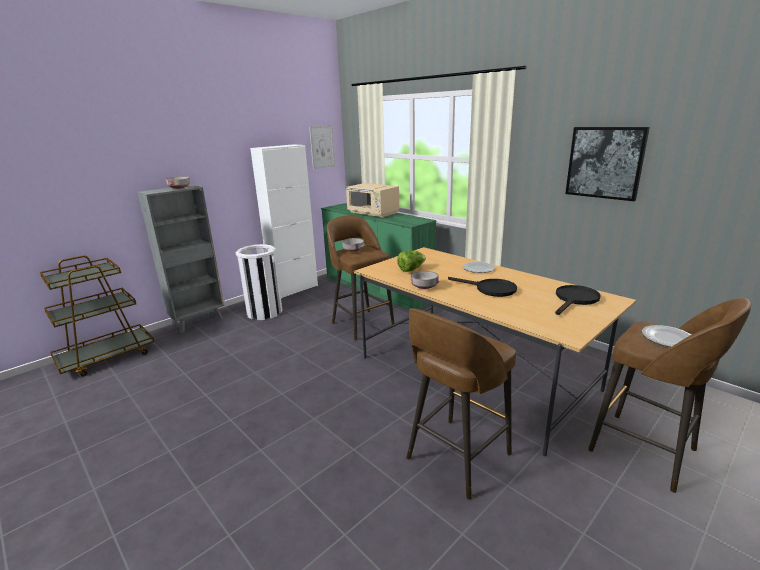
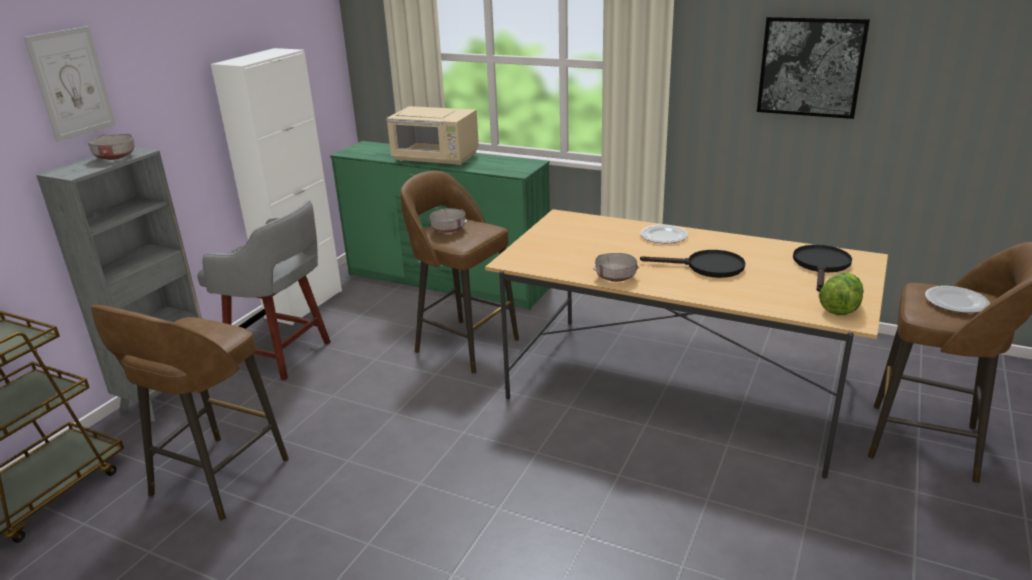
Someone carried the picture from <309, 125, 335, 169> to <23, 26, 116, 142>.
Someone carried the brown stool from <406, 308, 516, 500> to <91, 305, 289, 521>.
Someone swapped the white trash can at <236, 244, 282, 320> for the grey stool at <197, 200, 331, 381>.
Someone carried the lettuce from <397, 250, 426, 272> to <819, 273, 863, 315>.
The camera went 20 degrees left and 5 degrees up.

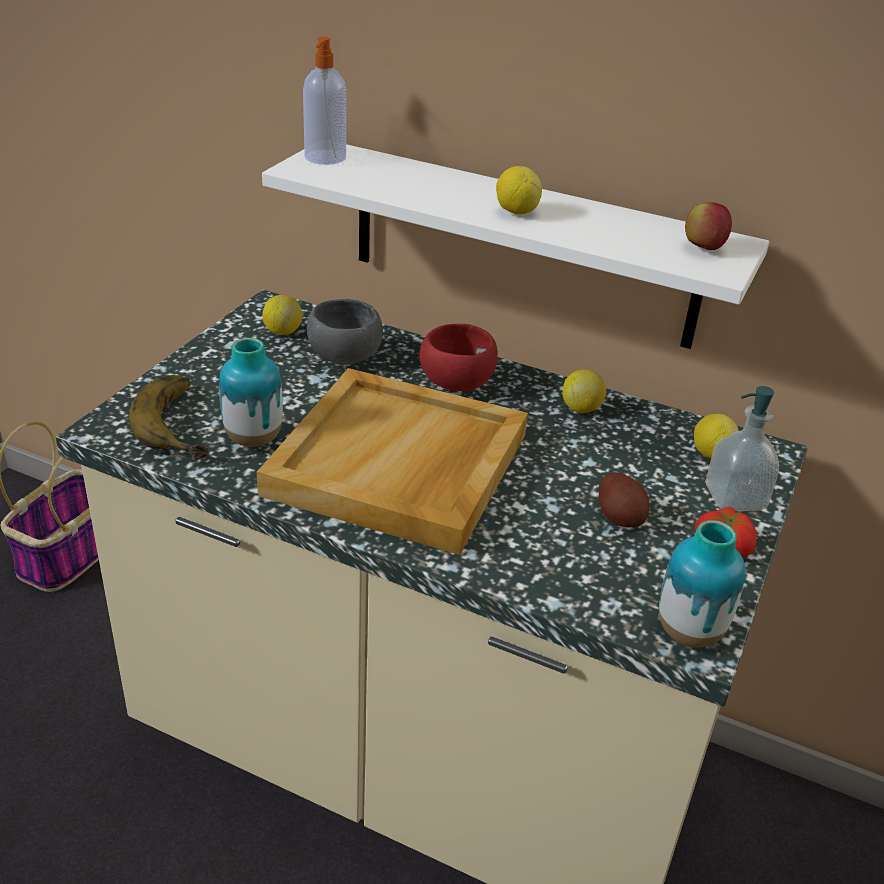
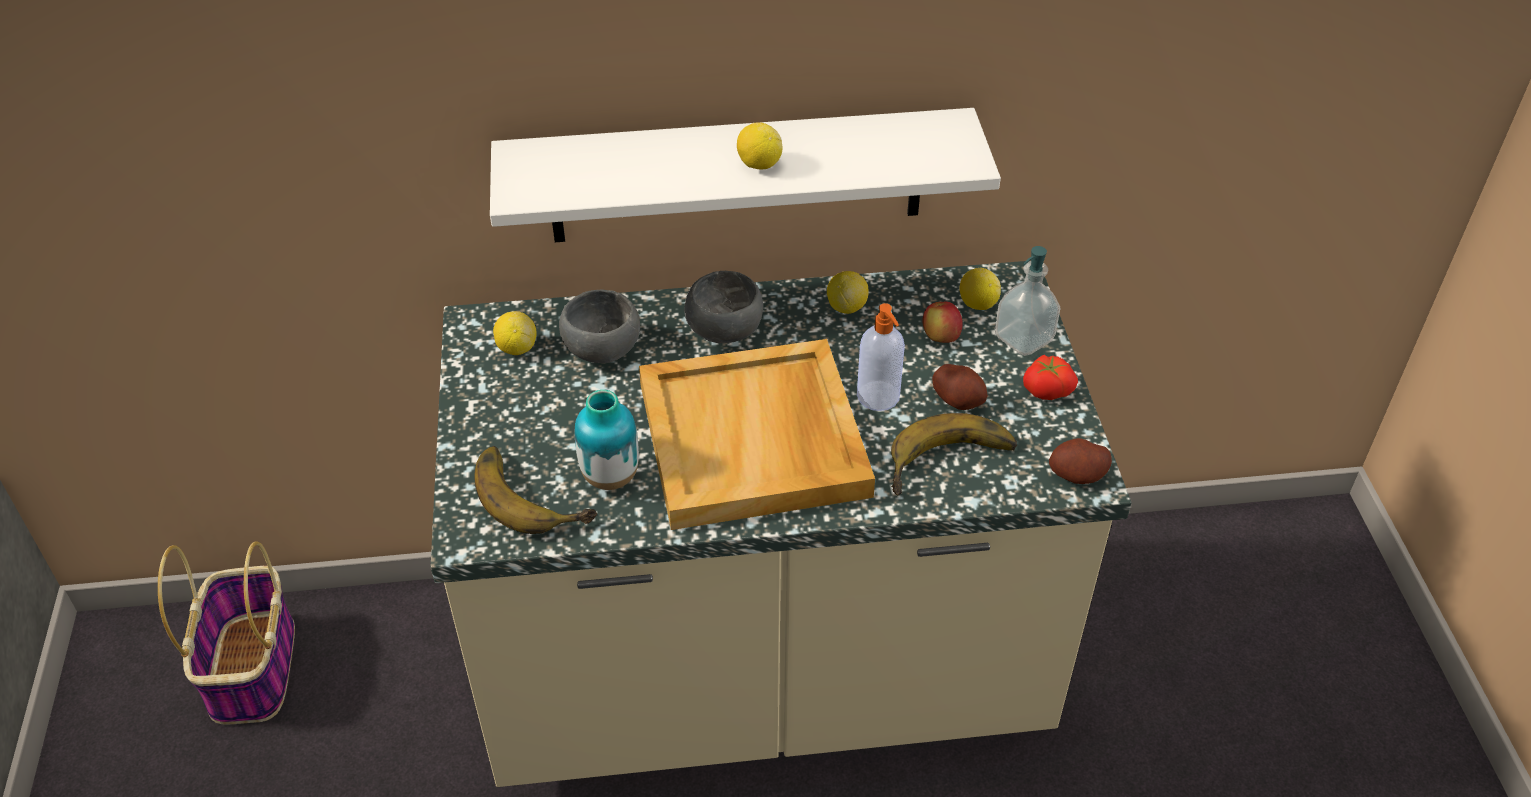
Someone repainted the red bowl at <419, 324, 498, 391>, which became the grey bowl at <684, 271, 763, 343>.
Someone carried the soap dispenser from <303, 37, 346, 165> to <857, 303, 905, 411>.
Someone put down the banana at <891, 413, 1017, 495>.
Someone carried the apple from <685, 202, 732, 250> to <923, 302, 963, 343>.
Someone swapped the vase at <659, 520, 745, 647> for the potato at <1049, 438, 1112, 484>.
The camera went 30 degrees left and 10 degrees up.

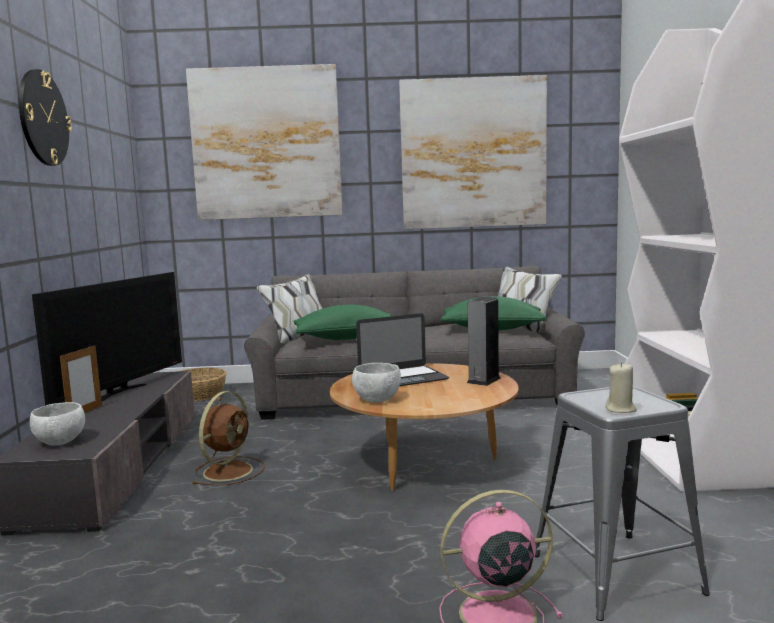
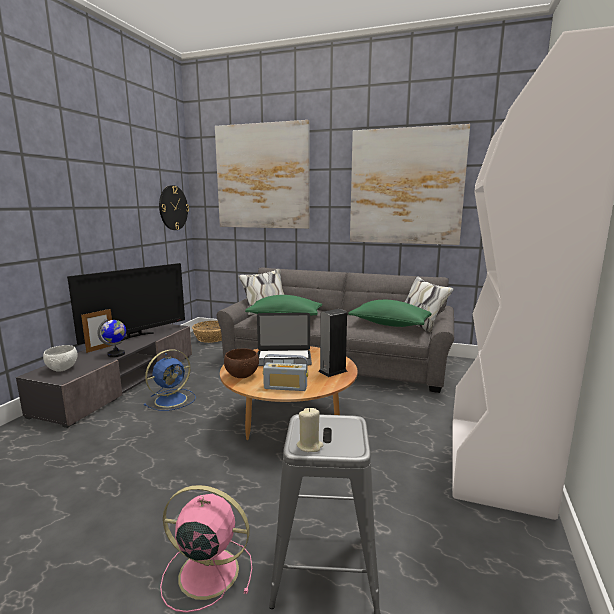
Someone put down the globe at <98, 318, 126, 357>.
Someone repainted the brown fan at <193, 391, 265, 485>, which became the blue fan at <144, 349, 196, 411>.
Someone carried the wall clock from <19, 69, 72, 166> to <159, 185, 189, 230>.
Someone repainted the white bowl at <352, 363, 401, 403>, which became the brown bowl at <224, 348, 259, 378>.
Someone put down the radio at <263, 354, 308, 391>.
The camera went 20 degrees right and 5 degrees up.

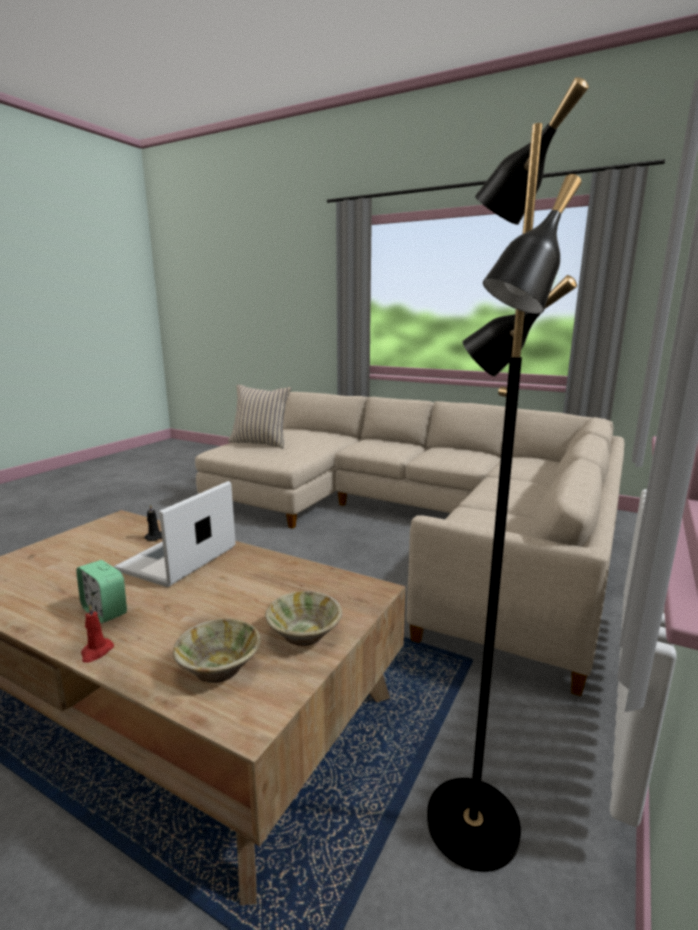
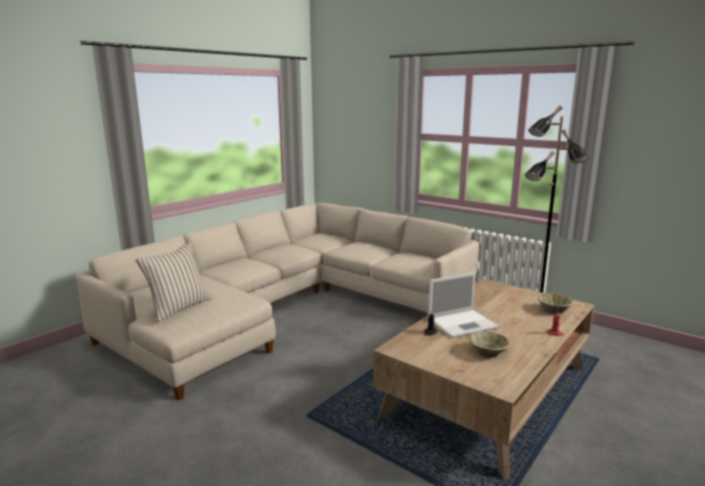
Someone rotated the laptop at <114, 481, 236, 587> by 60 degrees counterclockwise.
Someone carried the beige bowl from <265, 591, 342, 646> to <469, 331, 510, 358>.
Someone took away the alarm clock at <76, 560, 127, 623>.
The camera went 80 degrees left and 0 degrees up.

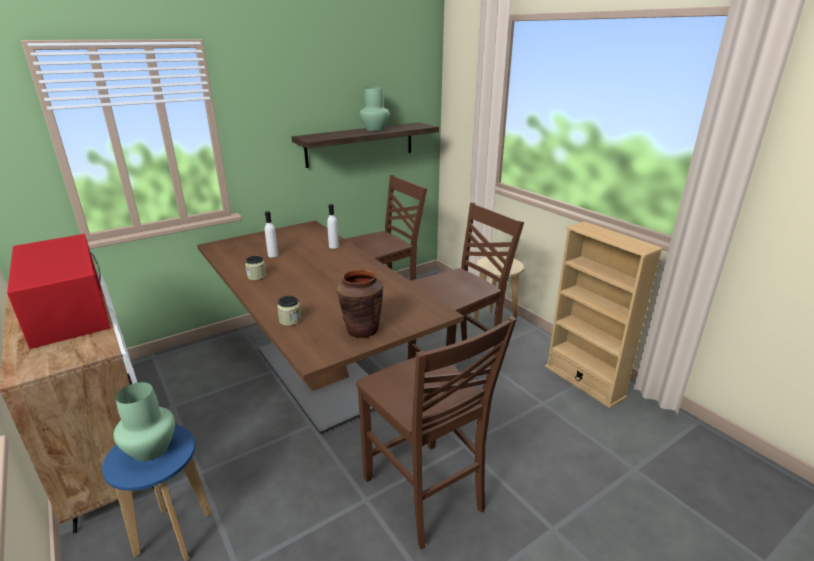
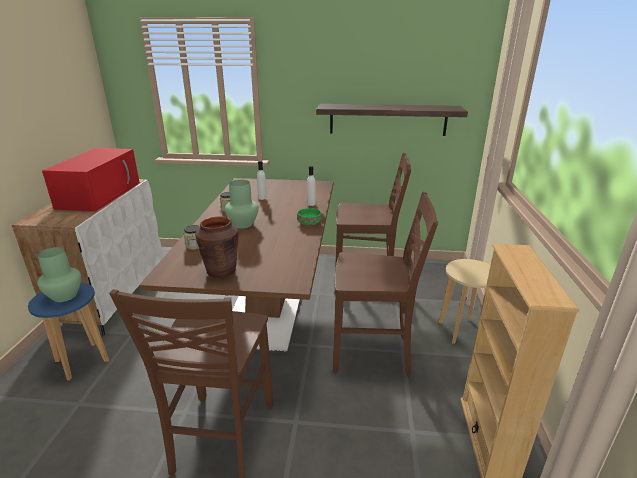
Someone carried the green vase from <360, 87, 389, 131> to <225, 180, 259, 228>.
Someone put down the green bowl at <297, 208, 322, 225>.
The camera went 40 degrees right and 0 degrees up.

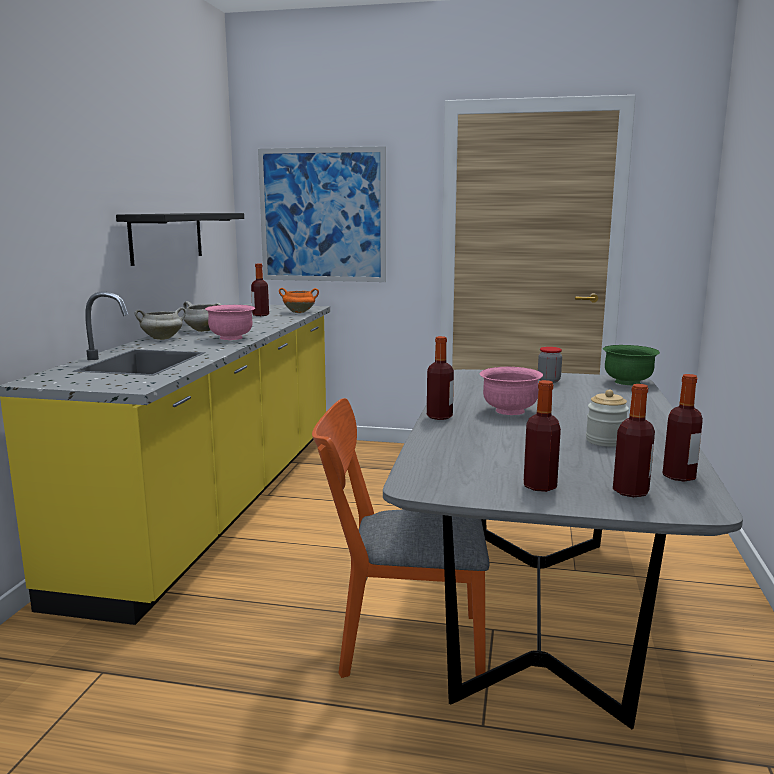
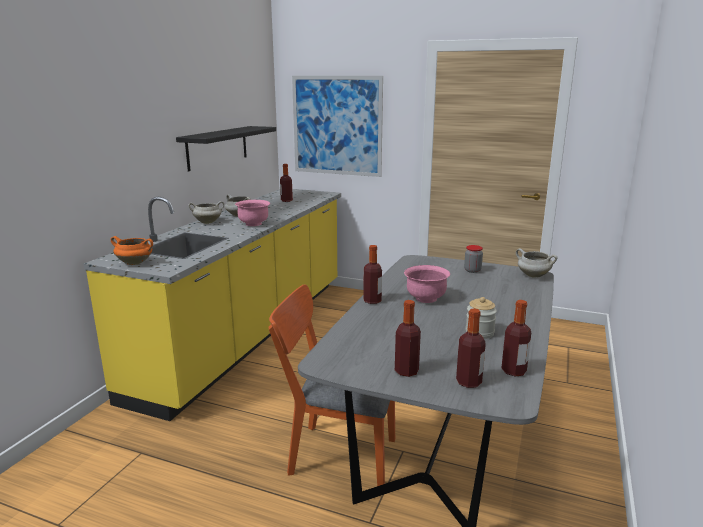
Someone carried the orange cooking pot from <279, 288, 319, 313> to <110, 236, 153, 265>.
Someone swapped the green bowl at <603, 345, 660, 385> for the white cooking pot at <516, 248, 558, 277>.
The camera went 10 degrees right and 5 degrees up.

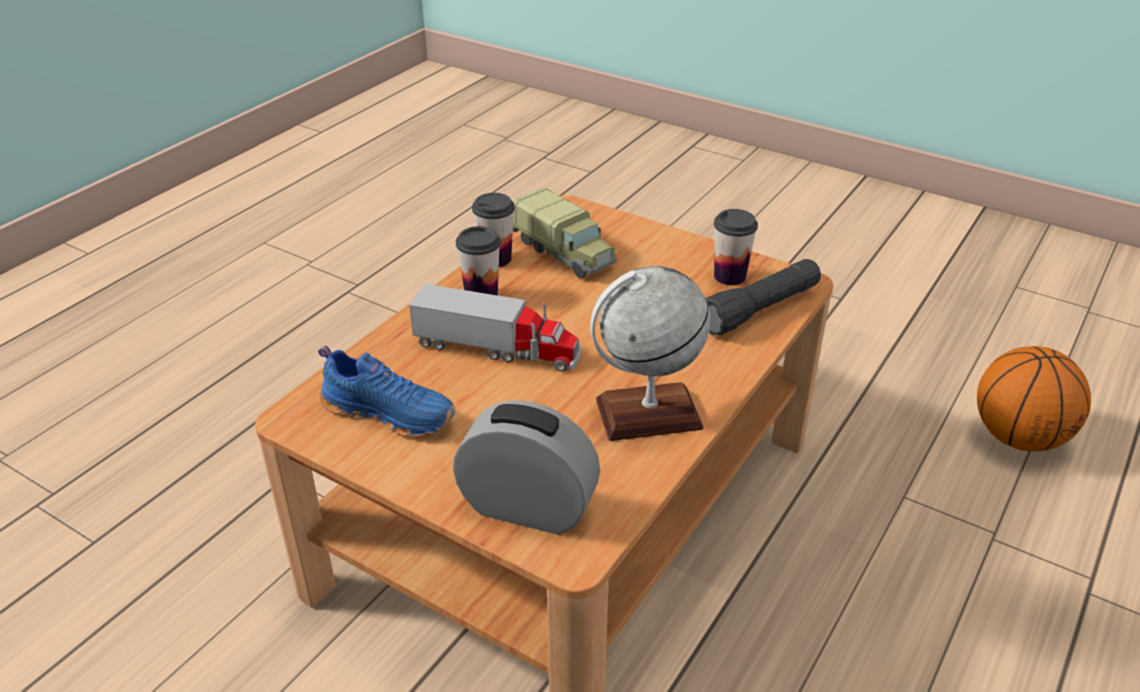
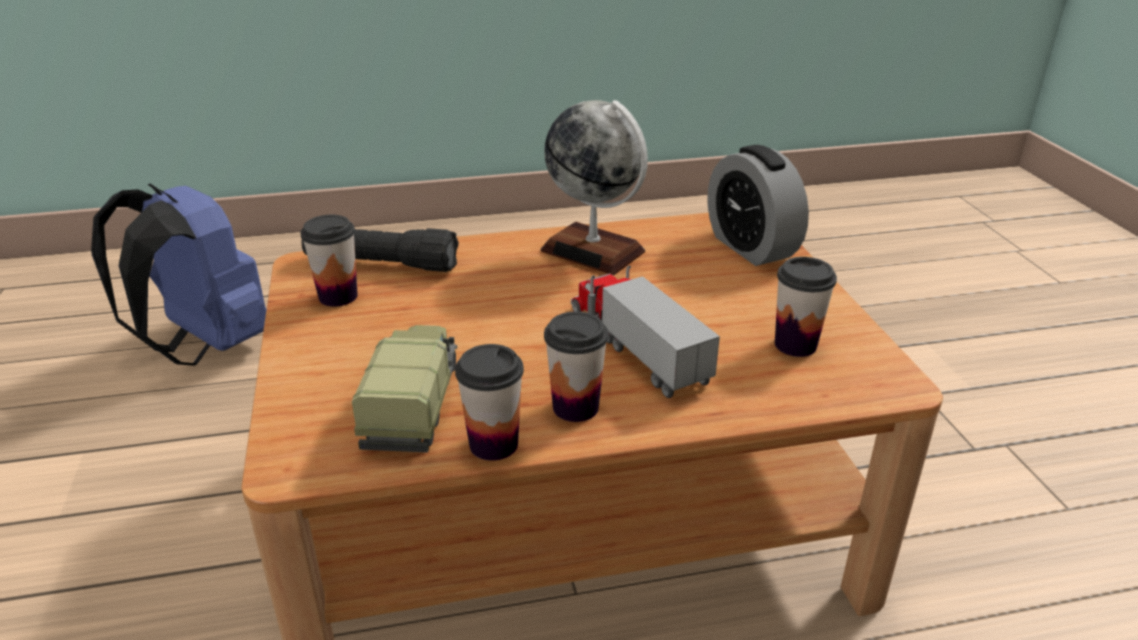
Someone swapped the basketball at <977, 346, 1091, 452> for the blue backpack at <91, 184, 267, 366>.
Someone swapped the blue shoe at <318, 345, 455, 437> for the cup at <775, 257, 837, 357>.
The camera went 135 degrees left and 5 degrees down.

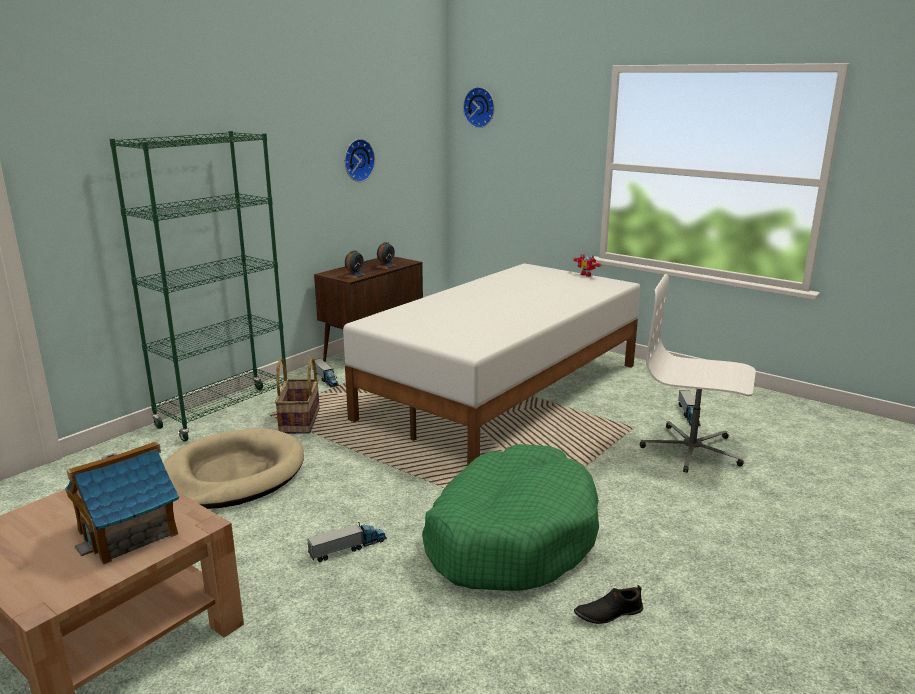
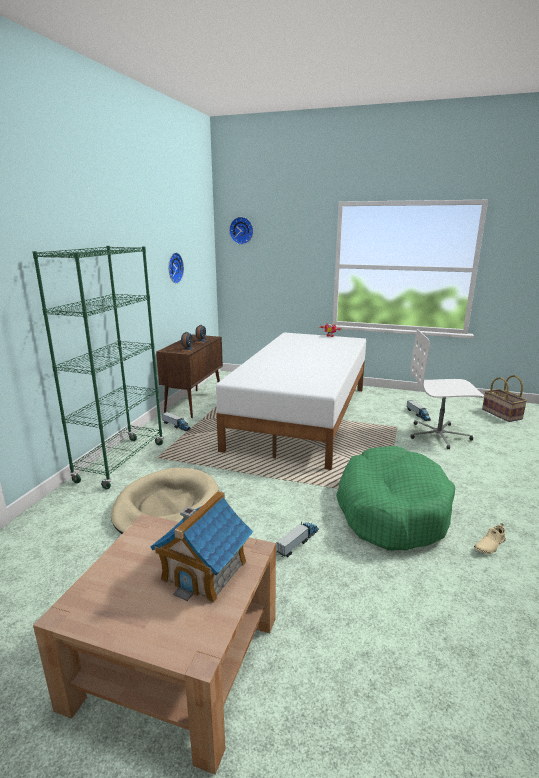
Someone repainted the black shoe at <574, 585, 643, 624>, which became the beige shoe at <474, 523, 505, 554>.
Someone carried the basket from <275, 358, 320, 434> to <482, 375, 528, 422>.
The camera went 20 degrees left and 0 degrees up.

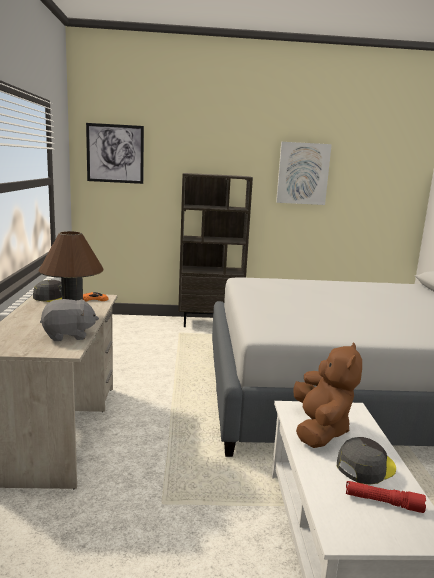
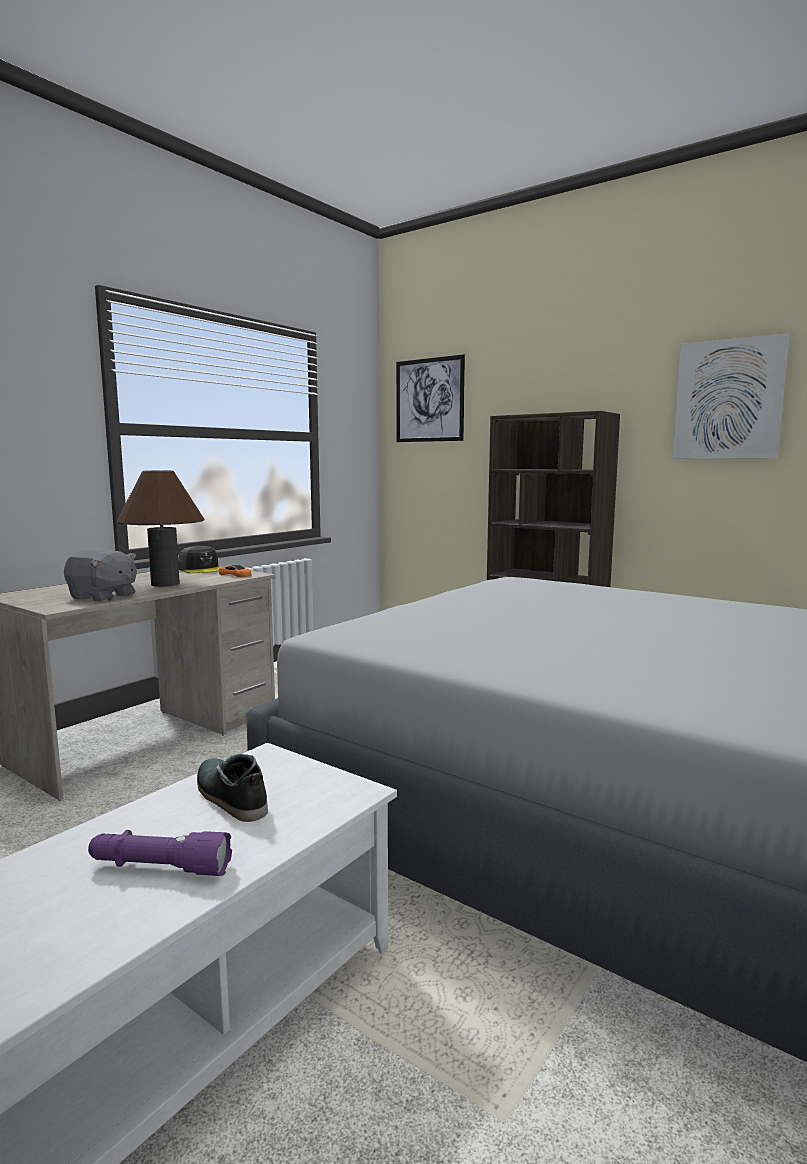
Someone swapped the grey cap at <337, 437, 396, 485> for the purple flashlight at <88, 830, 232, 876>.
Someone swapped the brown plush toy at <294, 342, 362, 448> for the shoe at <197, 754, 268, 822>.
Someone took away the red flashlight at <346, 481, 426, 513>.
The camera went 40 degrees right and 5 degrees down.

